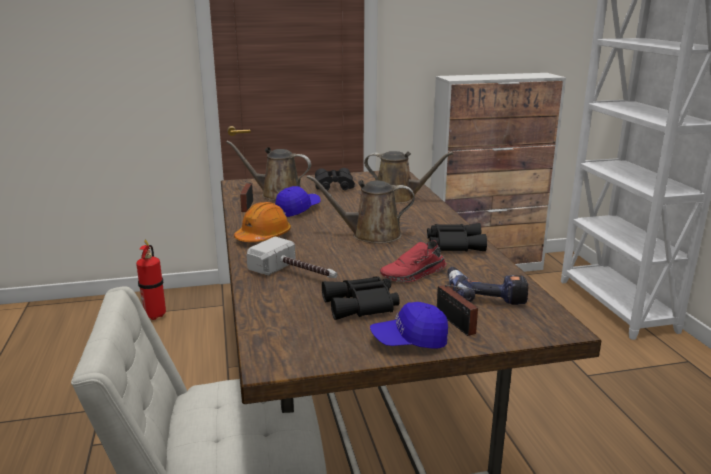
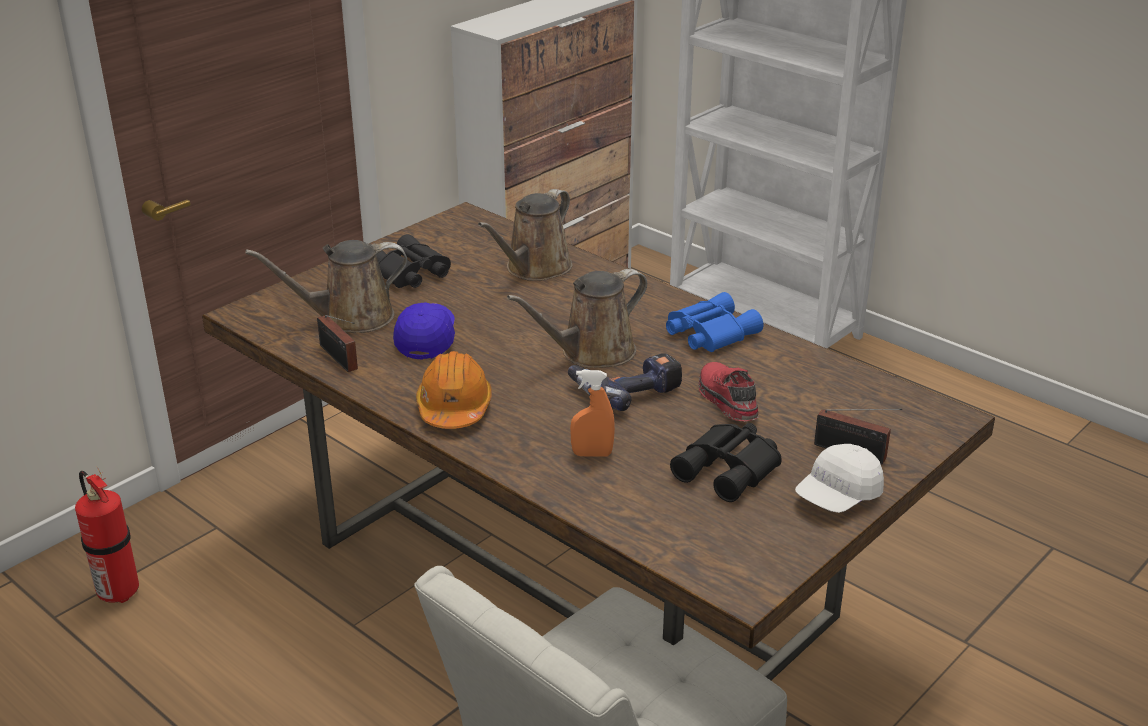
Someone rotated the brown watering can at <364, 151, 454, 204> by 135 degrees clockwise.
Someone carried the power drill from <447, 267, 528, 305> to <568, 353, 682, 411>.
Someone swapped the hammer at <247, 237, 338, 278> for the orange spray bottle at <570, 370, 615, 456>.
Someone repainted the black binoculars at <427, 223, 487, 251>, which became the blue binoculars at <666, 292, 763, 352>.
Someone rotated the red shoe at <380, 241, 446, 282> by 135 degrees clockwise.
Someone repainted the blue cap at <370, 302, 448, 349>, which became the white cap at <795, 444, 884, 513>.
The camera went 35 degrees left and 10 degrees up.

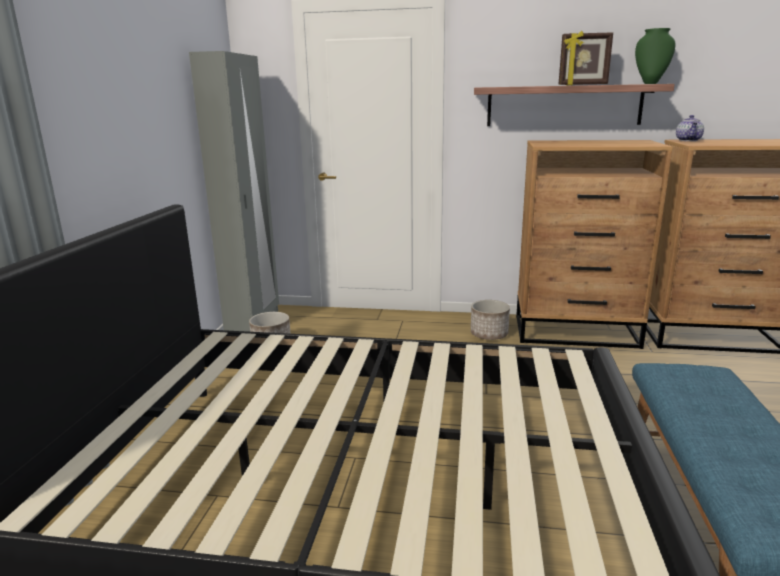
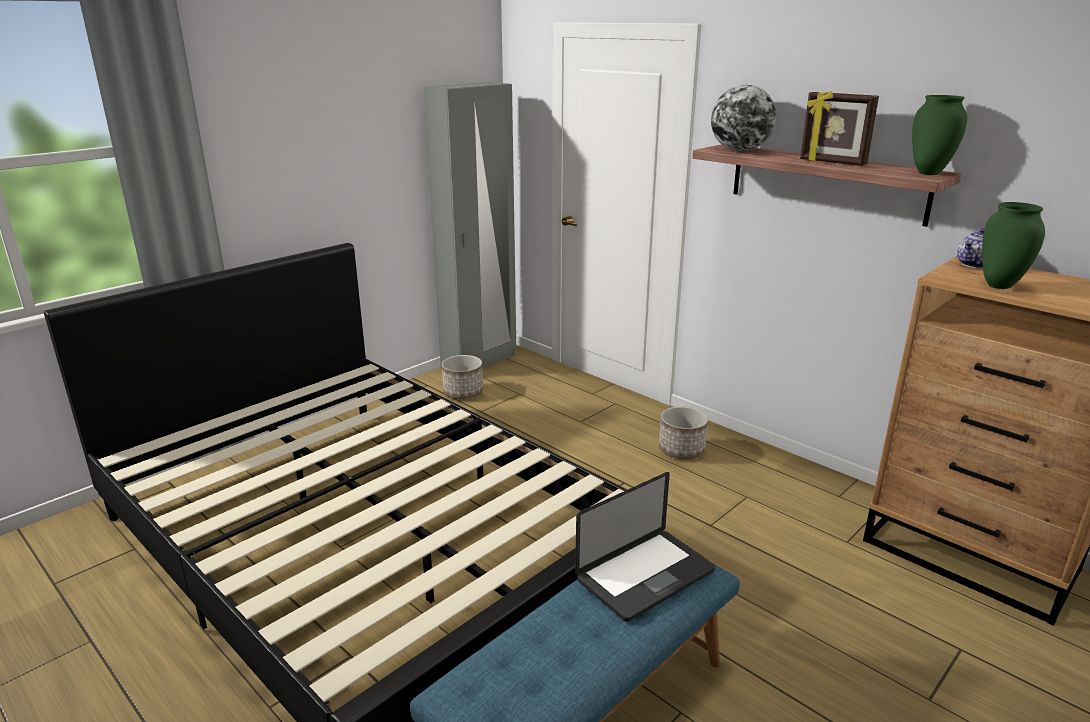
Someone put down the laptop at <575, 472, 716, 622>.
Someone put down the globe at <711, 85, 777, 152>.
Someone put down the green vase at <982, 202, 1045, 289>.
Someone took away the brown dresser at <516, 140, 673, 349>.
The camera went 35 degrees right and 5 degrees up.

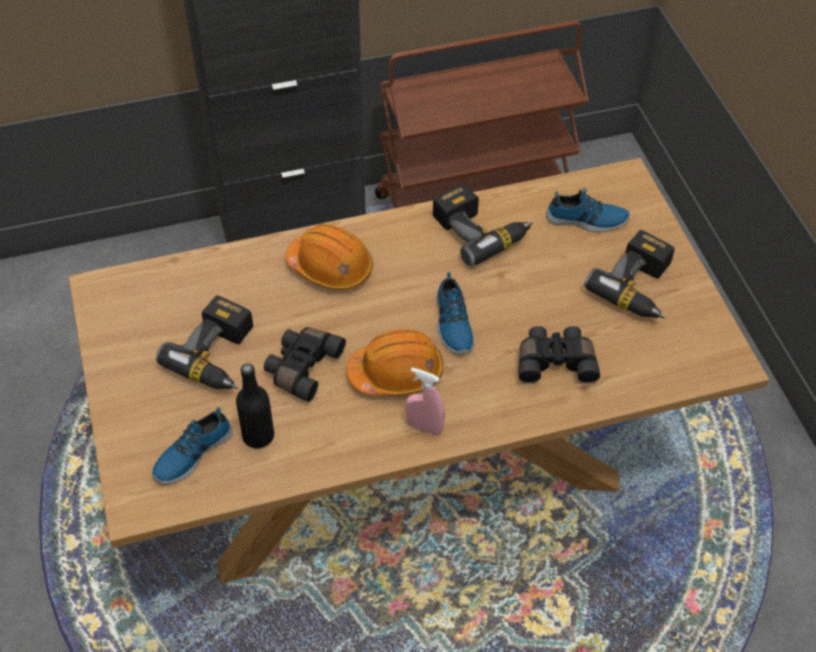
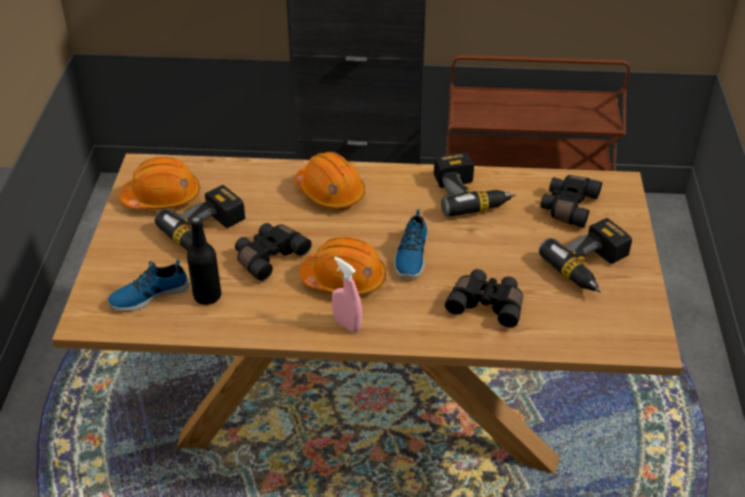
Someone put down the orange hard hat at <120, 157, 200, 210>.
Someone swapped the shoe at <546, 188, 630, 232> for the black binoculars at <540, 175, 602, 228>.
The camera went 20 degrees right and 10 degrees down.

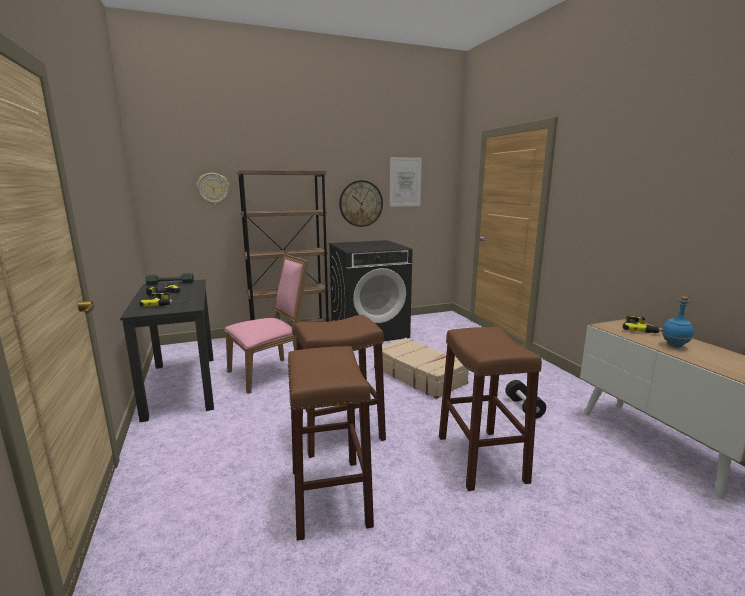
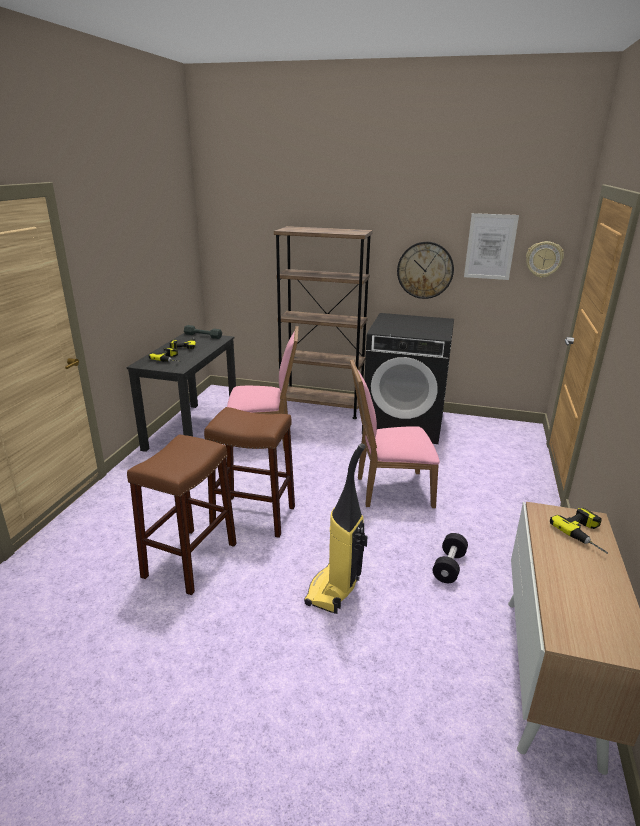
Someone swapped the brown stool at <439, 327, 542, 491> for the vacuum cleaner at <304, 443, 368, 614>.
Someone swapped the beige suitcase at <374, 338, 469, 399> for the pink chair at <350, 360, 440, 508>.
Someone carried the wall clock from <196, 173, 230, 205> to <526, 241, 564, 278>.
Someone took away the blue bottle at <662, 297, 694, 348>.
The camera went 35 degrees right and 10 degrees up.

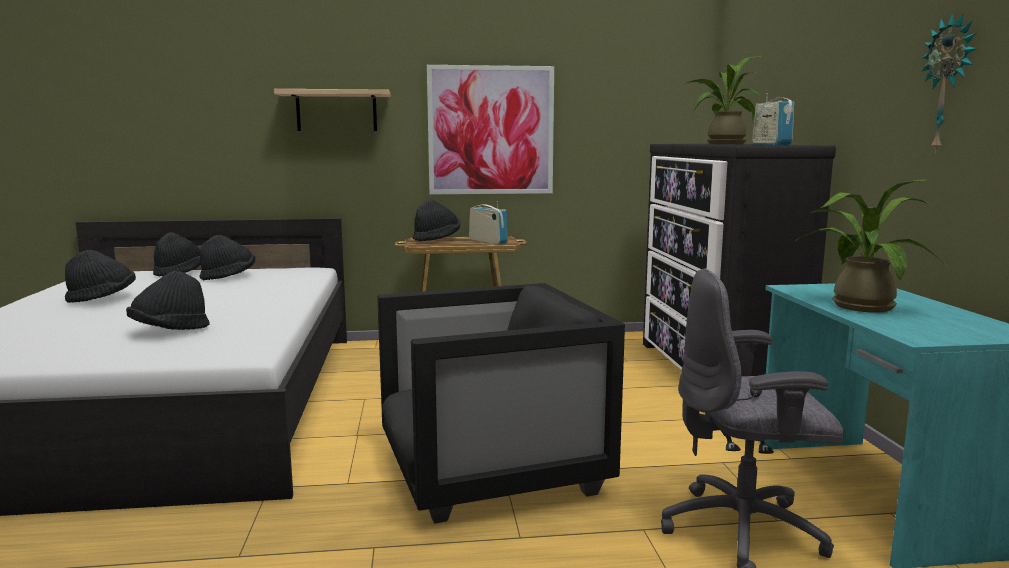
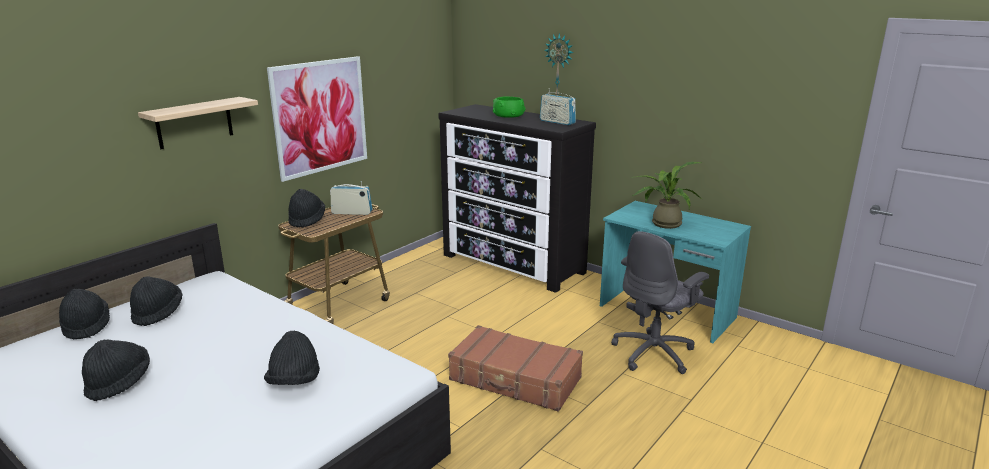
Someone swapped the black armchair at <377, 283, 625, 523> for the brown suitcase at <448, 325, 583, 412>.
Someone swapped the potted plant at <682, 56, 763, 144> for the green bowl at <493, 96, 525, 118>.
Someone carried the wall clock from <921, 13, 977, 153> to <544, 33, 574, 96>.
The camera went 45 degrees left and 10 degrees up.

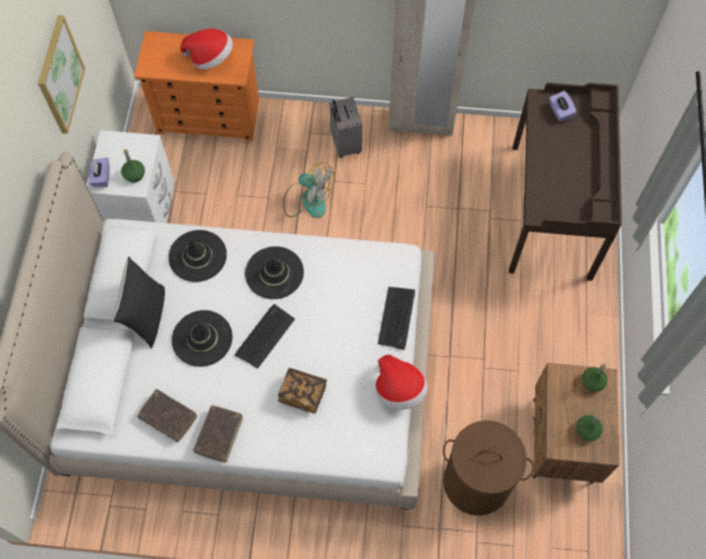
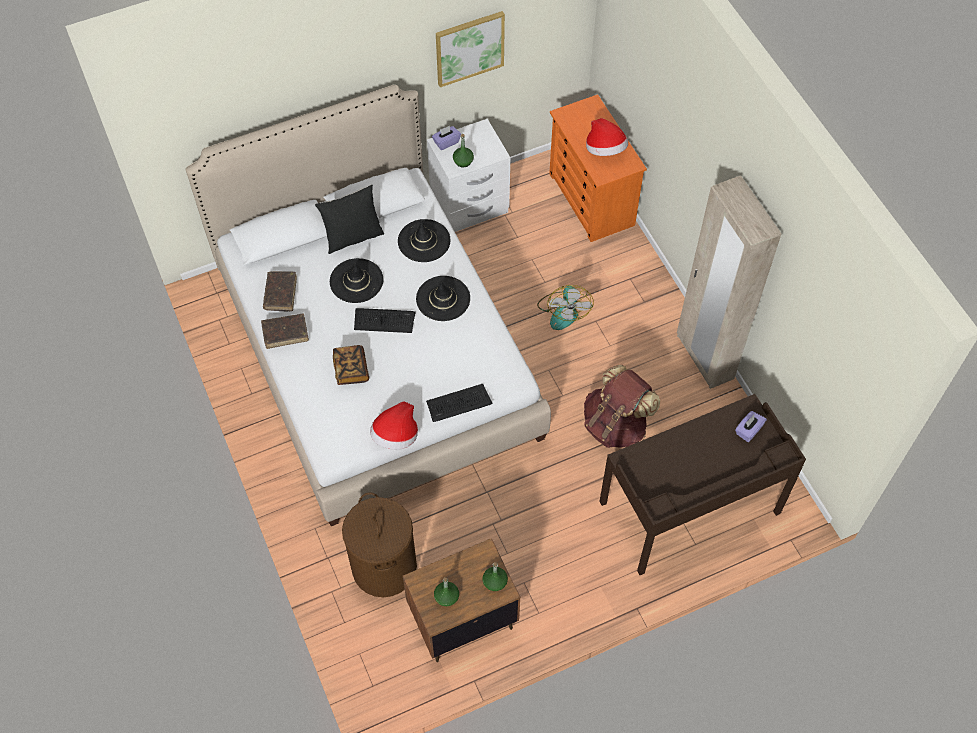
Someone put down the brown backpack at <584, 365, 660, 448>.
Someone took away the grey suitcase at <330, 97, 362, 158>.
The camera went 60 degrees right and 5 degrees down.

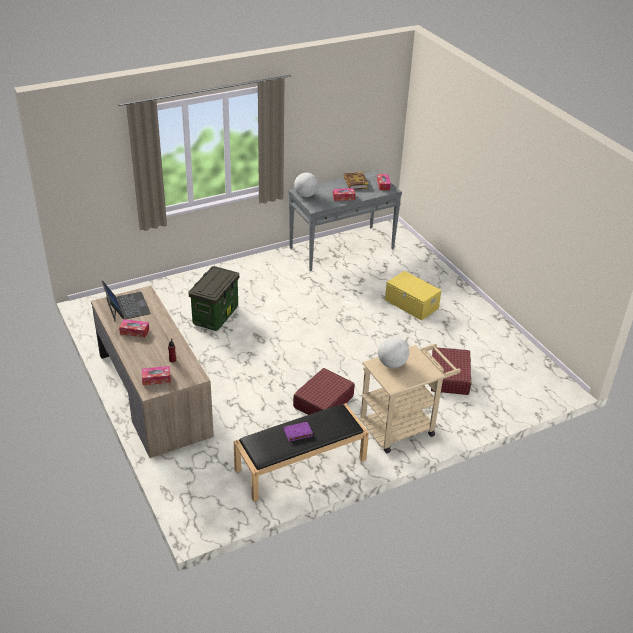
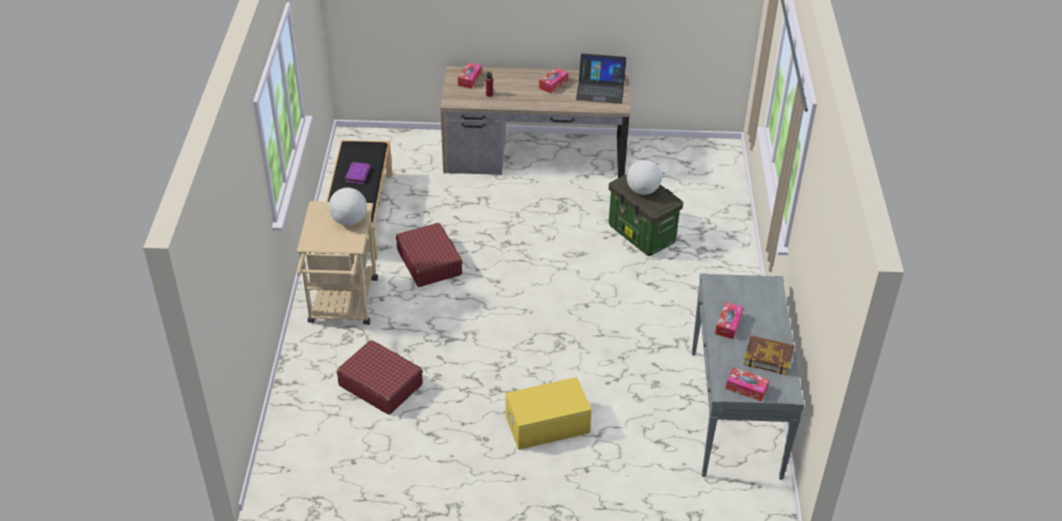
Someone carried the globe from <294, 173, 319, 197> to <627, 160, 662, 195>.
The camera went 120 degrees right and 5 degrees up.

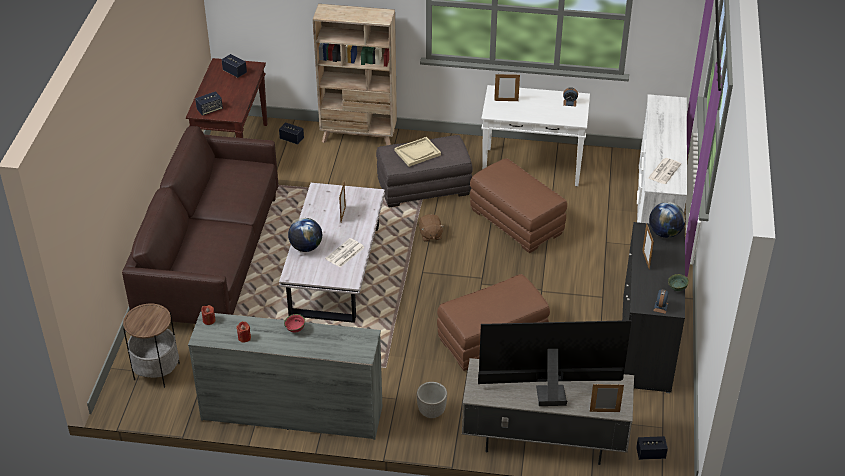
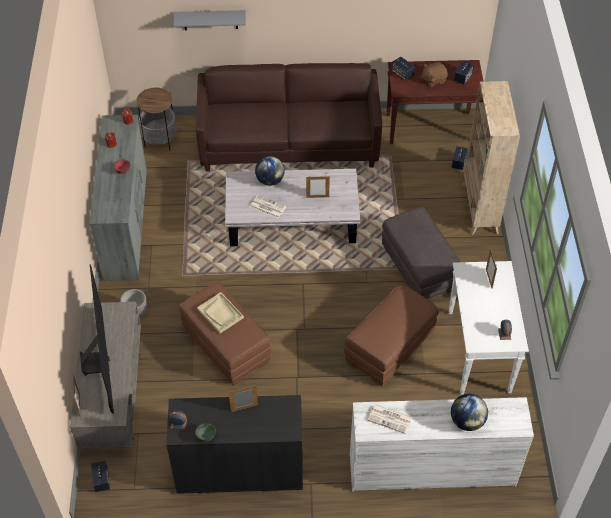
Someone put up the grey shelf at <173, 10, 246, 30>.
Someone carried the beige tray from <395, 137, 441, 167> to <197, 292, 244, 333>.
Someone carried the brown plush toy from <419, 214, 444, 242> to <421, 62, 448, 87>.
Someone carried the globe from <649, 202, 685, 238> to <451, 394, 488, 431>.
The camera went 80 degrees right and 10 degrees up.

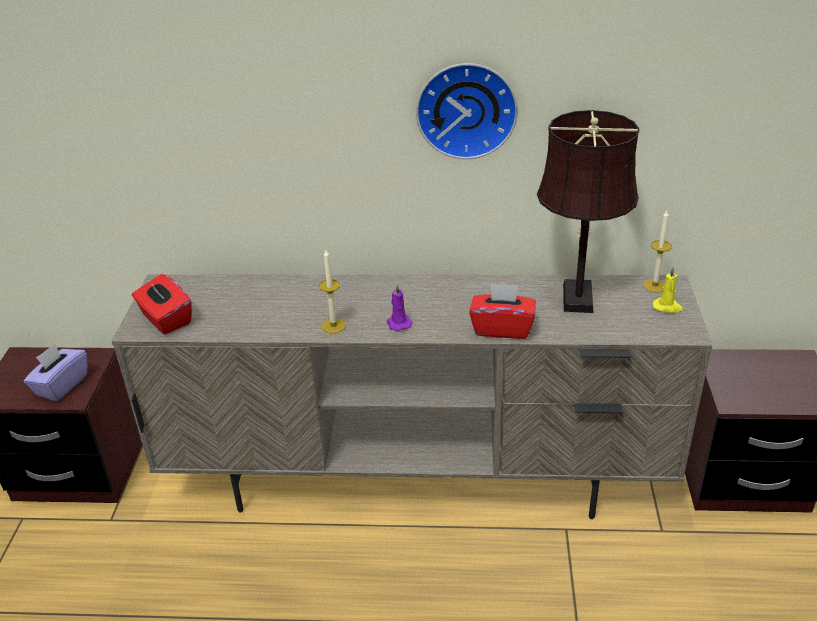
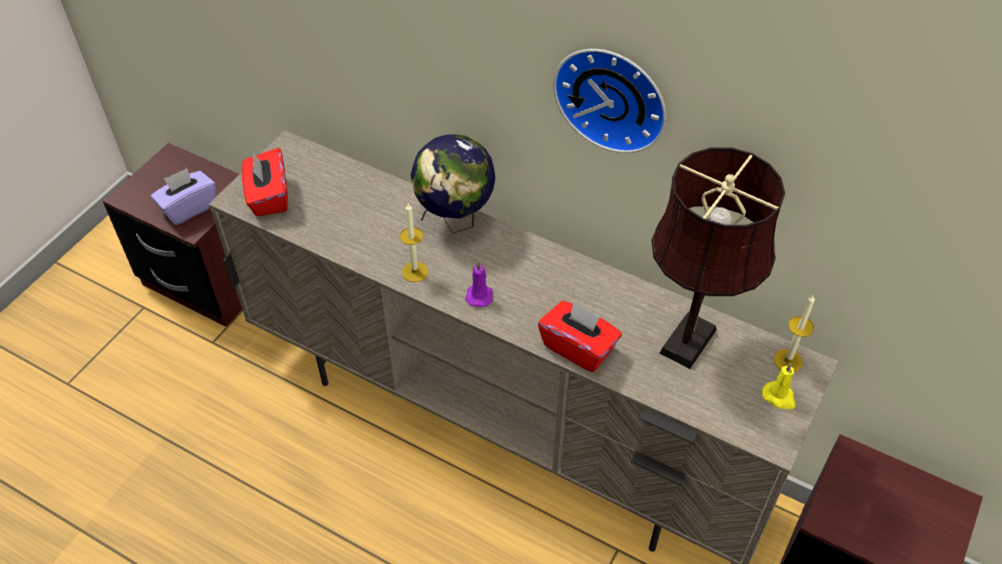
Someone put down the globe at <411, 134, 495, 234>.
The camera went 25 degrees right and 15 degrees up.

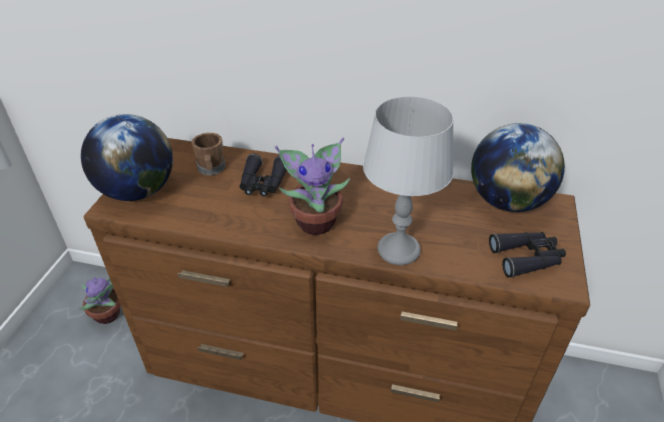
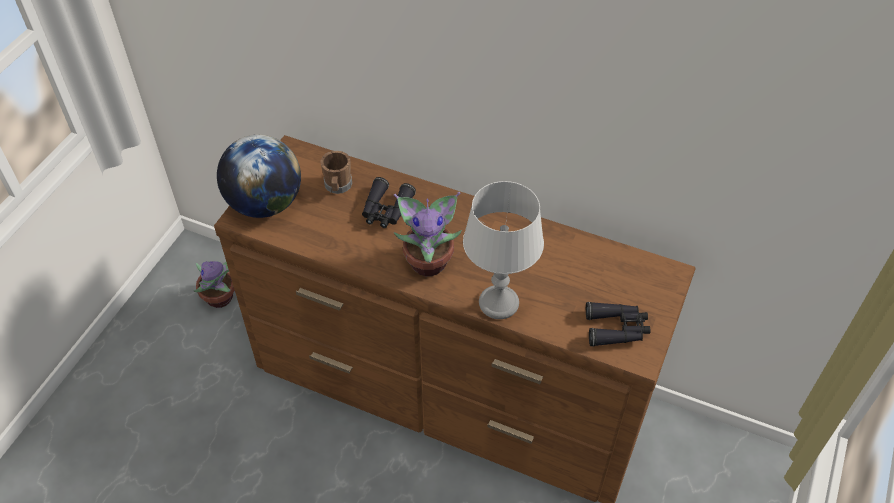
Someone took away the globe at <471, 123, 565, 212>.
The camera went 10 degrees right and 10 degrees up.

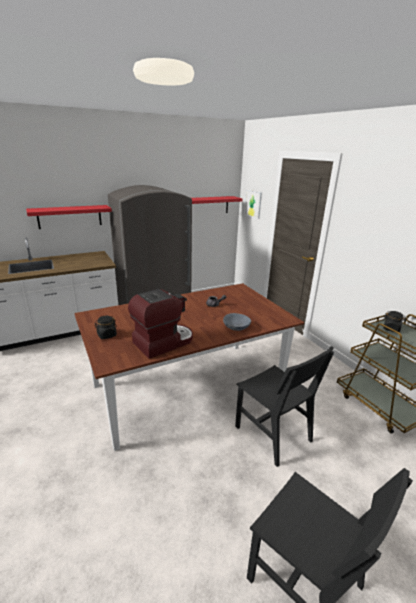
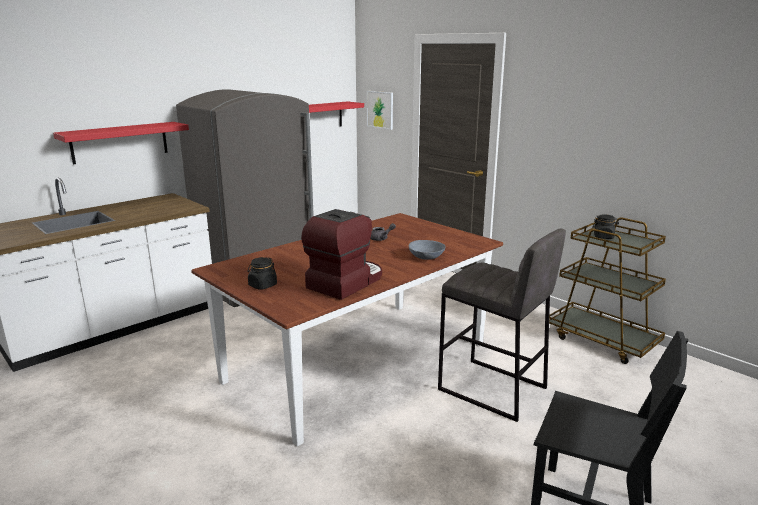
Someone swapped the black chair at <235, 346, 334, 467> for the grey stool at <438, 228, 566, 422>.
The camera went 15 degrees left and 5 degrees down.

